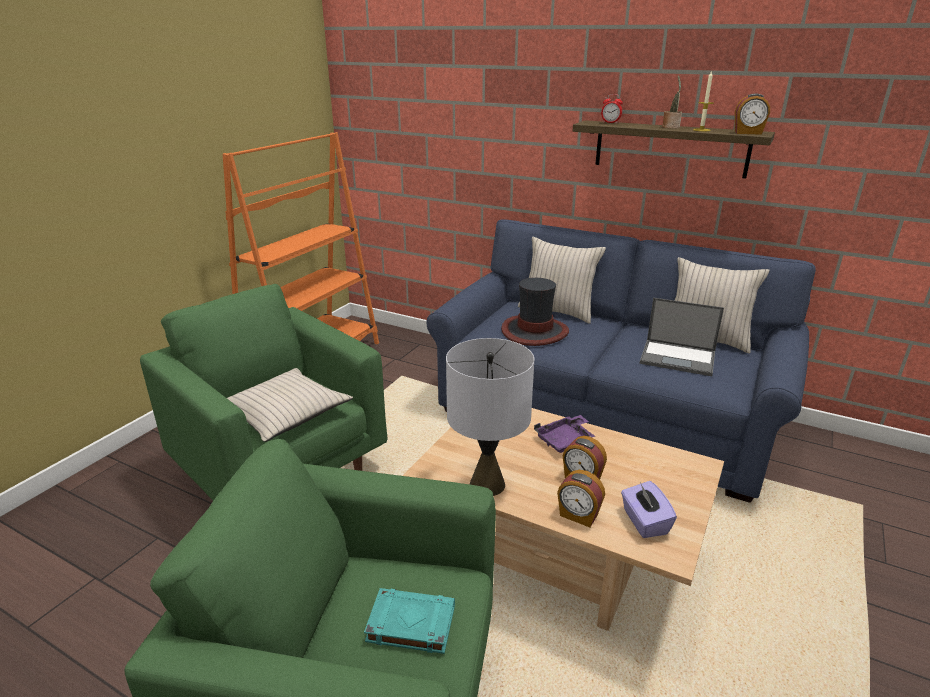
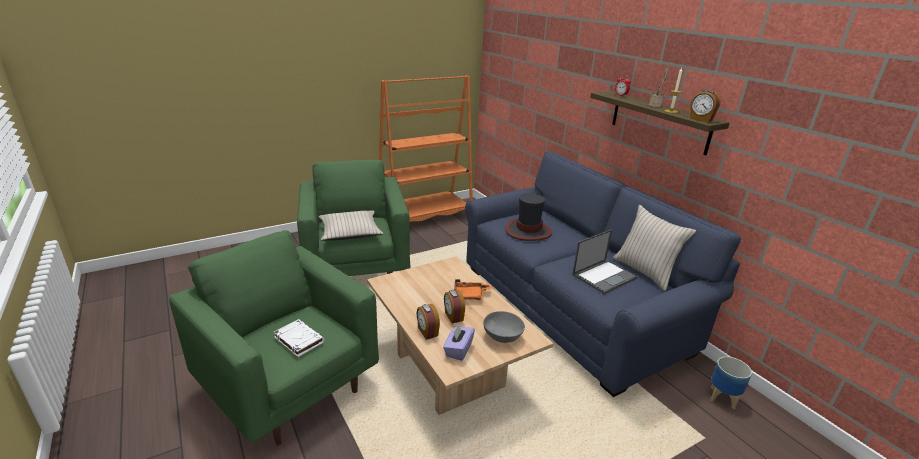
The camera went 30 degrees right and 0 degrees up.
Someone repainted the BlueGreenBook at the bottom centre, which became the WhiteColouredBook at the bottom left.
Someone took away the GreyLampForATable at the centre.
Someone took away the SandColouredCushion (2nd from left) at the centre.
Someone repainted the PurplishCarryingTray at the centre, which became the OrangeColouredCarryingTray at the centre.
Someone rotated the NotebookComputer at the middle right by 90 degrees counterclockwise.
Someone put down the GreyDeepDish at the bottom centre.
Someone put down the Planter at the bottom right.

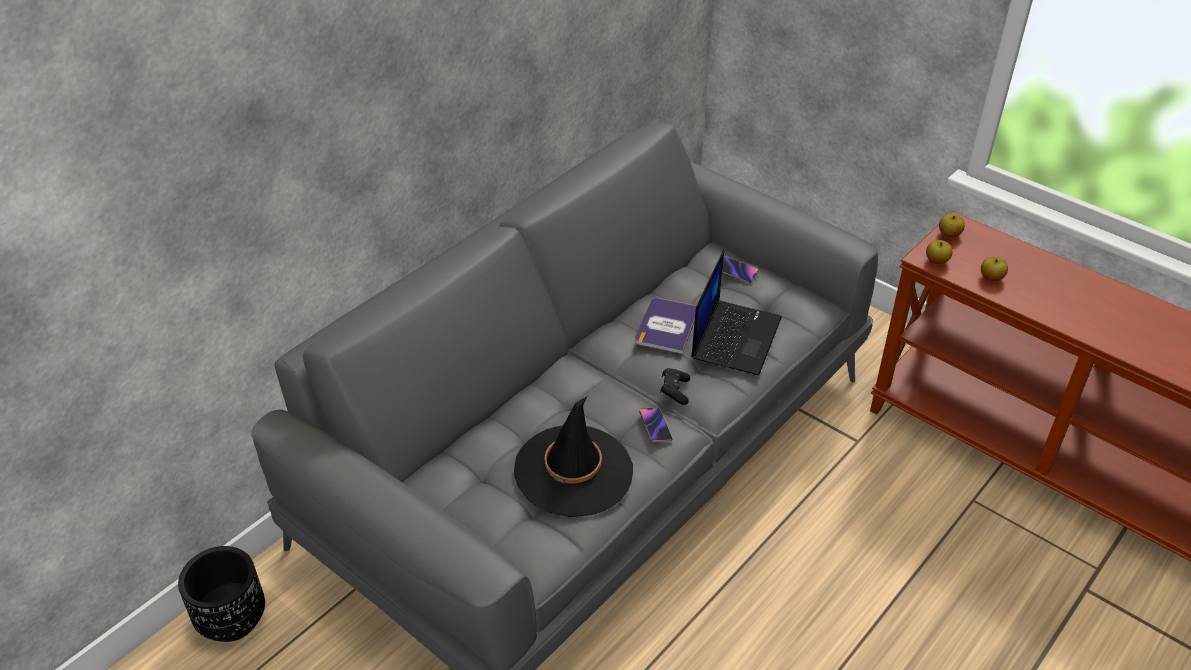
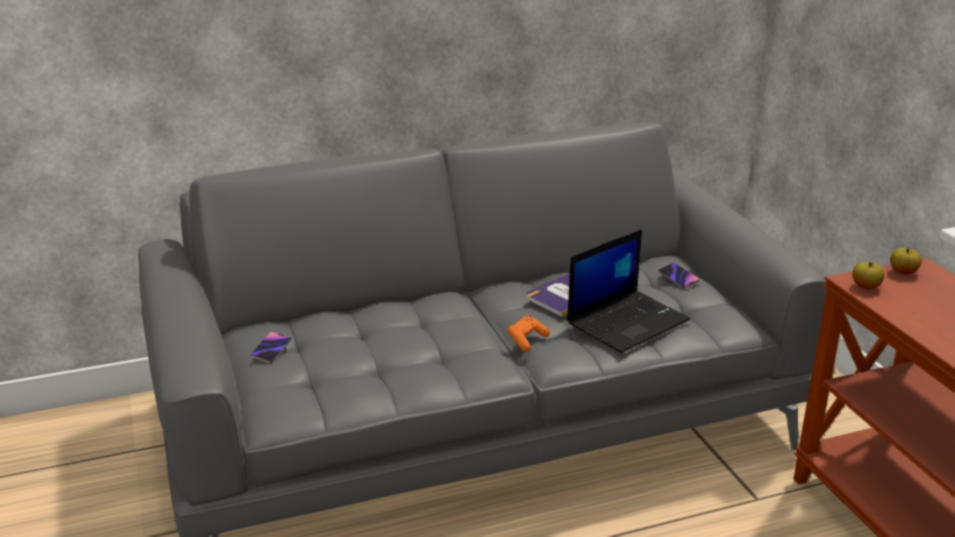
The camera went 30 degrees right and 15 degrees down.
Someone took away the BlackishPlanter at the bottom left.
Someone took away the BlackishHat at the bottom centre.
Someone carried the Telephone (1st from left) from the centre to the middle left.
Someone repainted the BlackishJoypad at the centre, which became the OrangeColouredJoypad at the centre.
Someone took away the Apple (3rd from left) at the middle right.

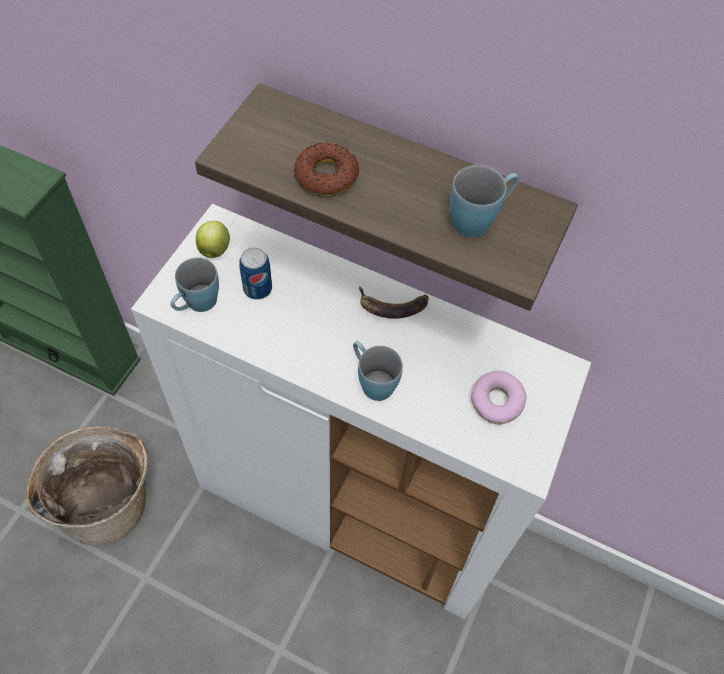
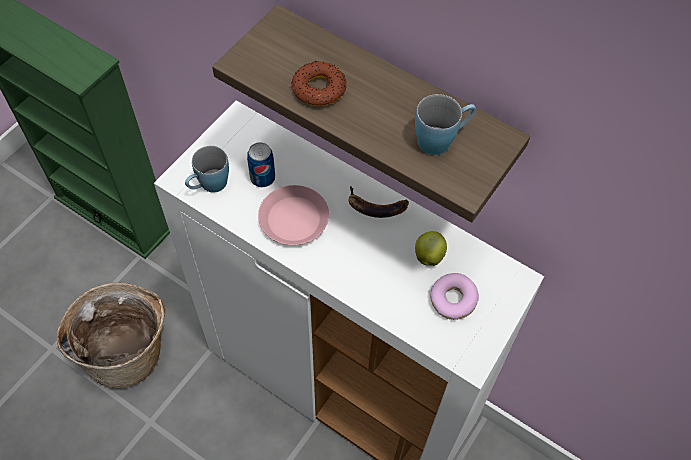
The camera went 10 degrees right and 0 degrees up.
Someone carried the Apple from the middle left to the centre.
Someone took away the BlueCoffeeMug (2nd from left) at the centre.
Someone put down the PinkFlatDish at the centre.

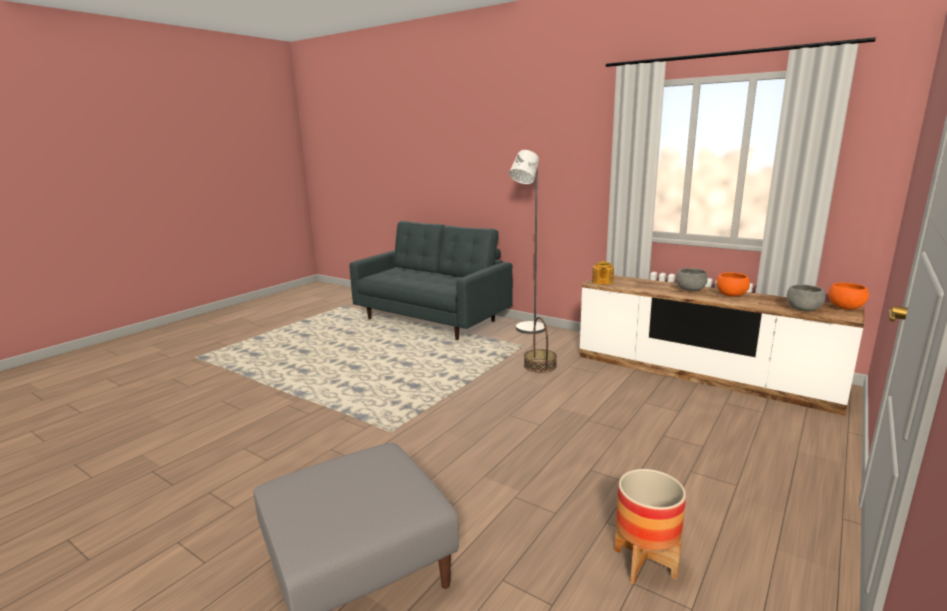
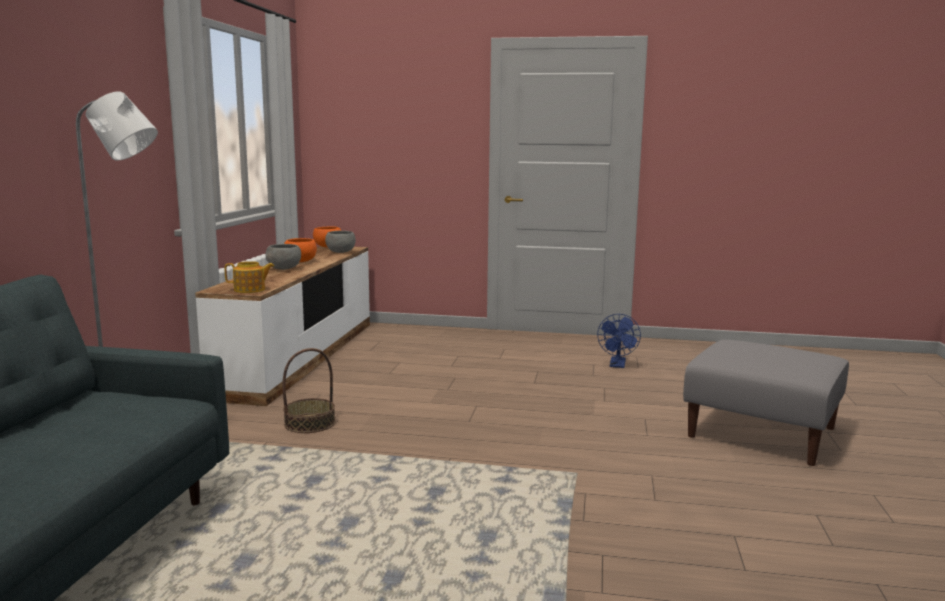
The camera went 115 degrees left and 5 degrees down.
Someone swapped the Planter at the bottom right for the BlueElectricFan at the centre.

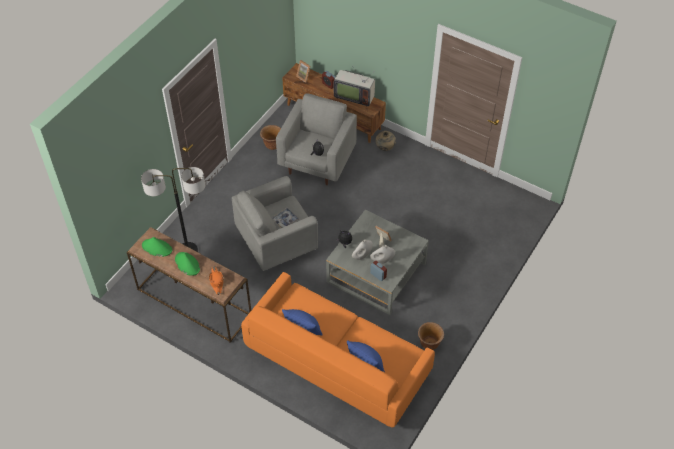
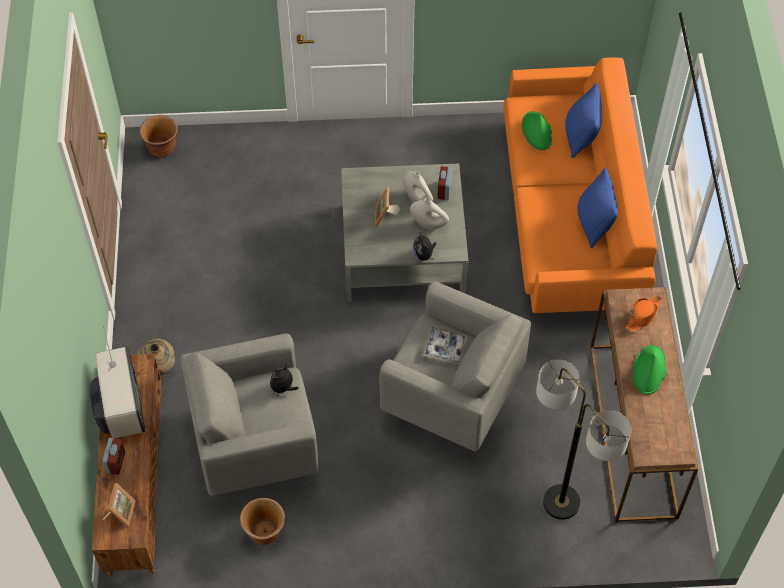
The camera went 125 degrees left and 5 degrees up.
Someone carried the GreenishHat (1st from left) from the middle left to the top right.
Someone carried the BrownPlanter (2nd from left in the first image) from the bottom centre to the top left.

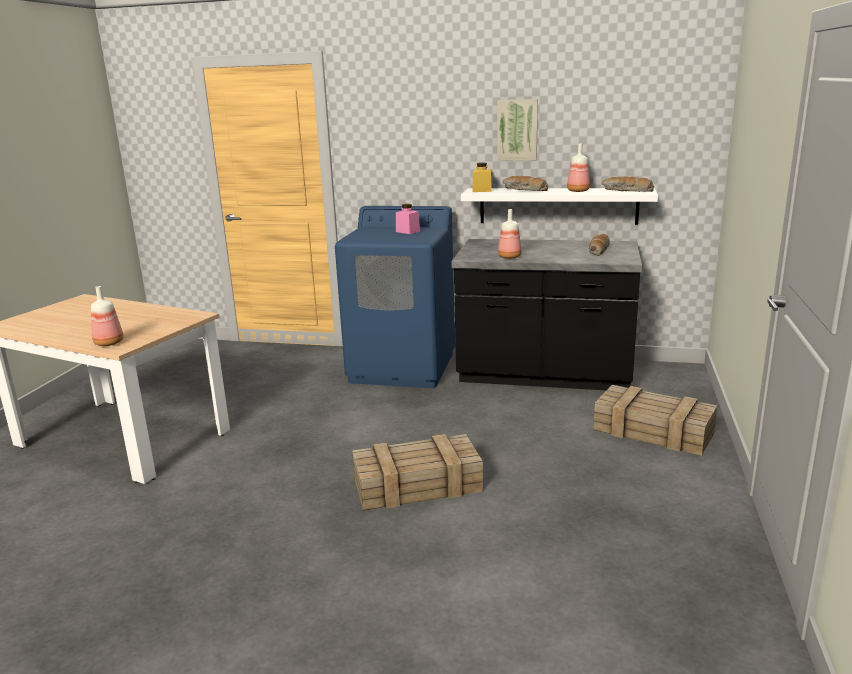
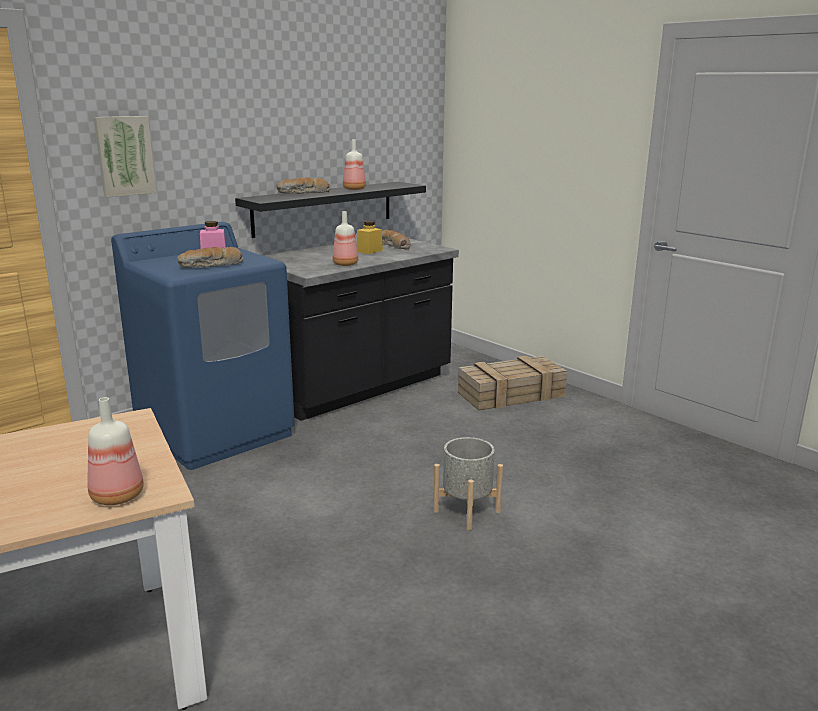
The camera went 55 degrees left and 0 degrees up.
Someone swapped the PackingCrate (1st from left) at the bottom centre for the GreyPlanter at the bottom centre.
Someone repainted the WhiteColouredBracketShelf at the top centre, which became the BlackishBracketShelf at the top centre.
Someone carried the YellowColouredPreserveJar from the top centre to the centre.
Someone carried the WallArt from the top centre to the top left.
Someone carried the Bread (3rd from left in the first image) from the top right to the middle left.

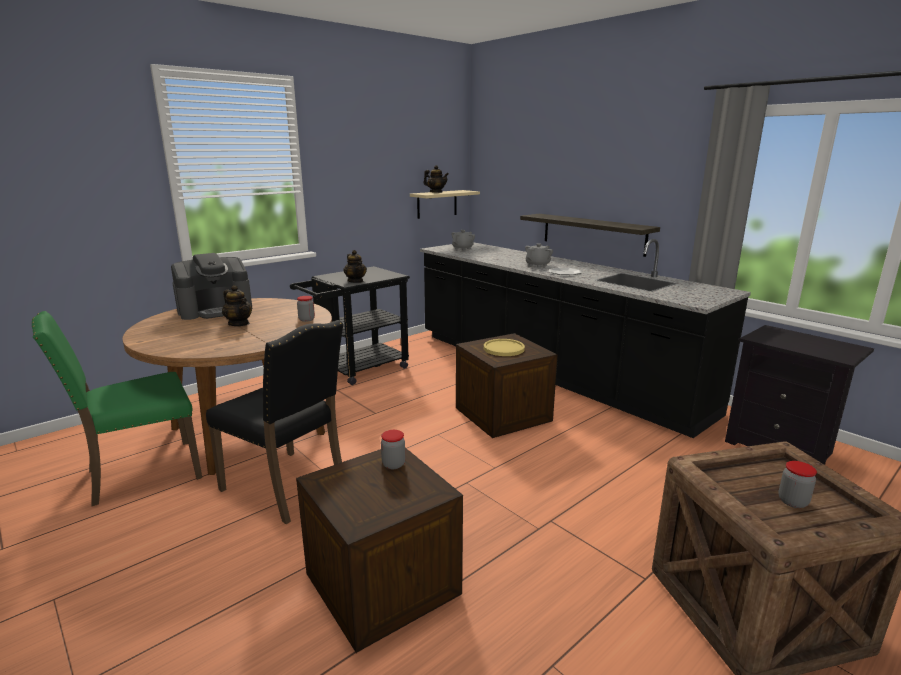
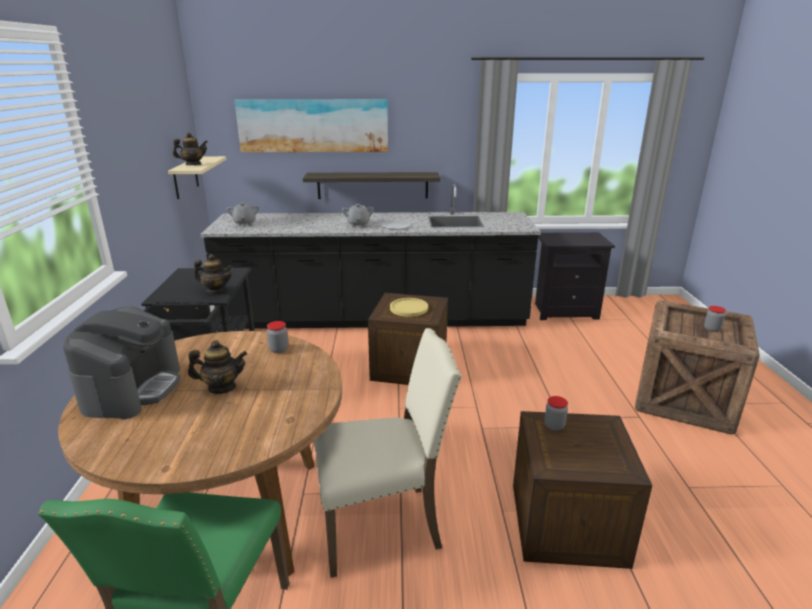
The camera went 50 degrees left and 5 degrees up.
Someone repainted the BlackishUprightChair at the middle left, which became the SandColouredUprightChair at the bottom centre.
Someone put up the WallArt at the top centre.

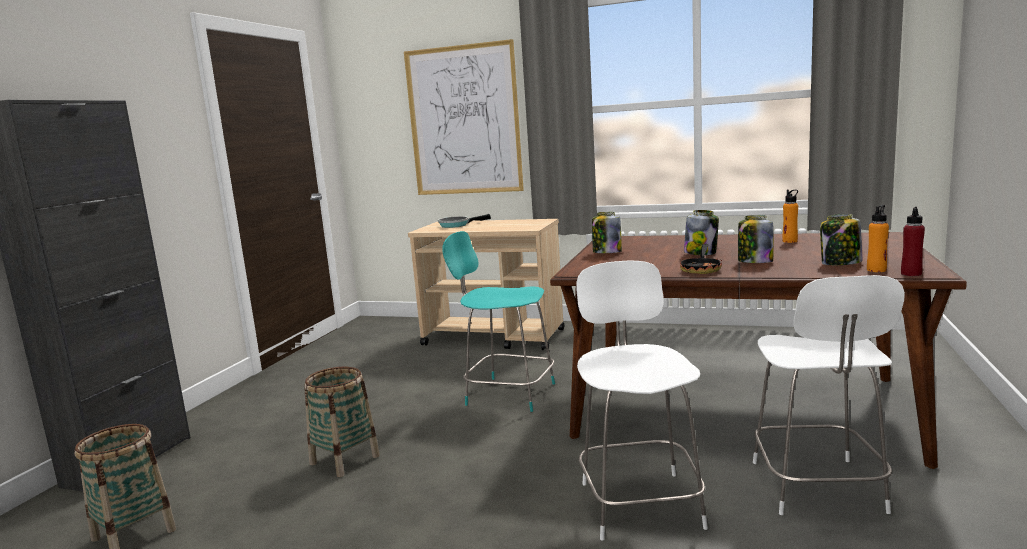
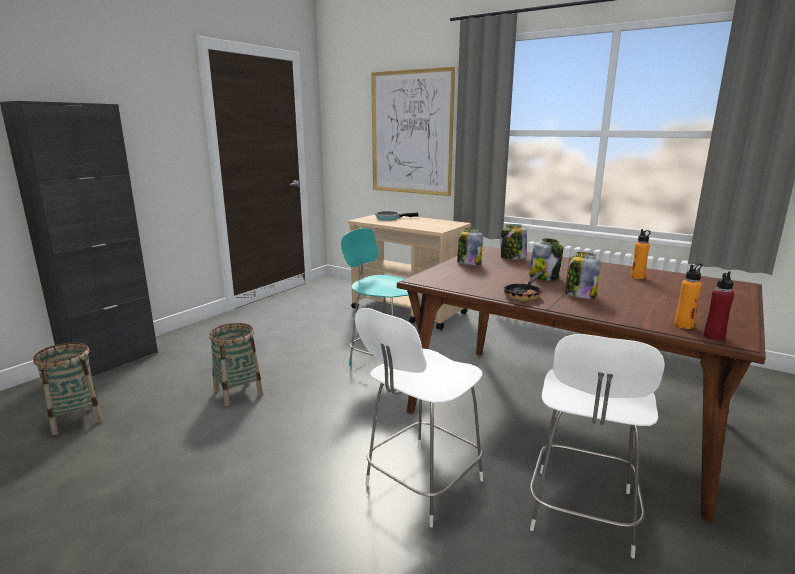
The camera went 15 degrees right and 5 degrees up.
Someone rotated the WhiteColouredUprightChair (1st from left) at the bottom centre by 150 degrees counterclockwise.
Someone carried the PreserveJar (4th from left in the first image) from the middle right to the centre.

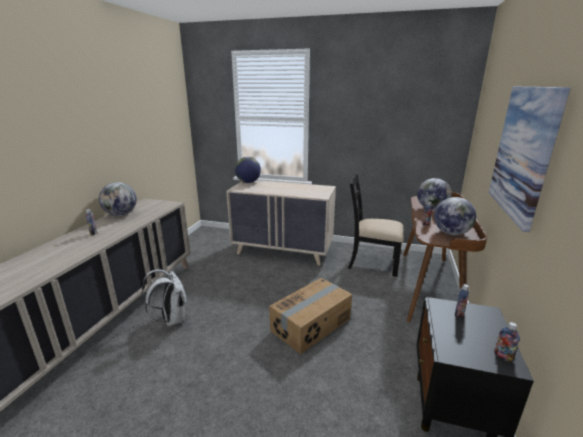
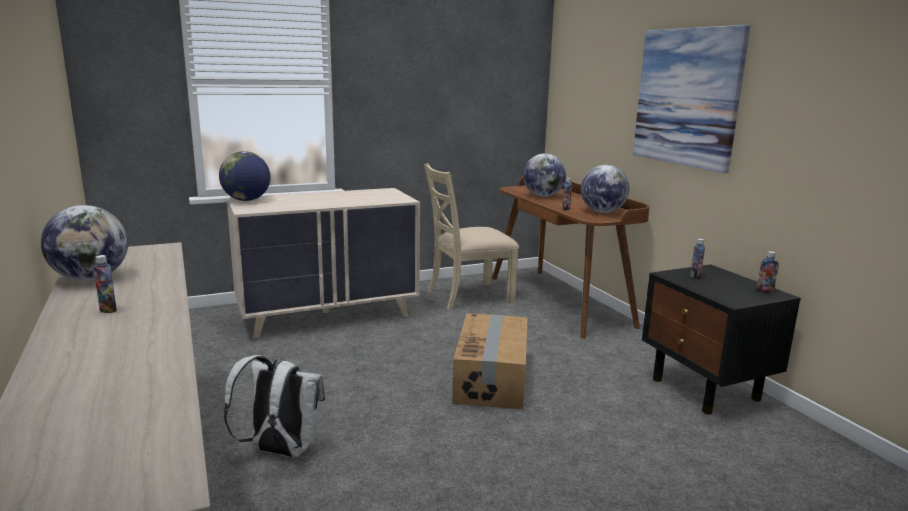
The camera went 40 degrees left and 5 degrees down.
Someone repainted the BlackishUprightChair at the centre, which became the SandColouredUprightChair at the centre.

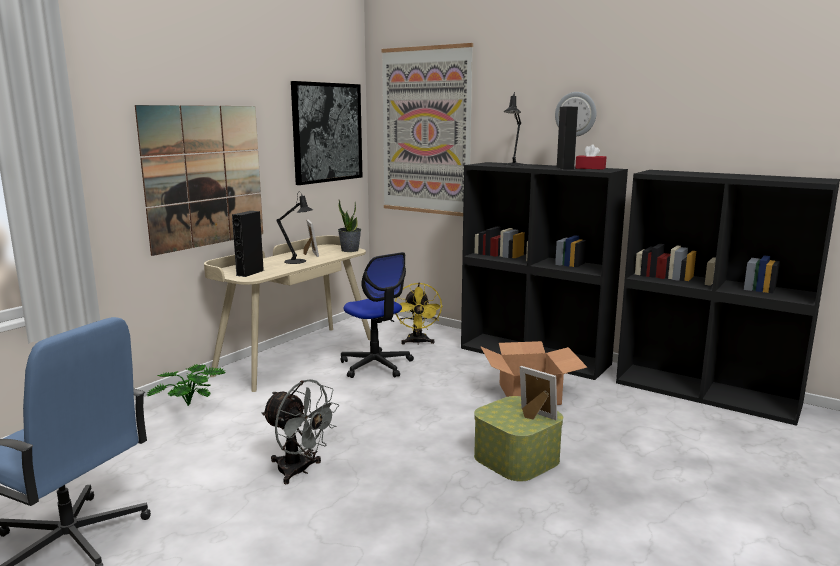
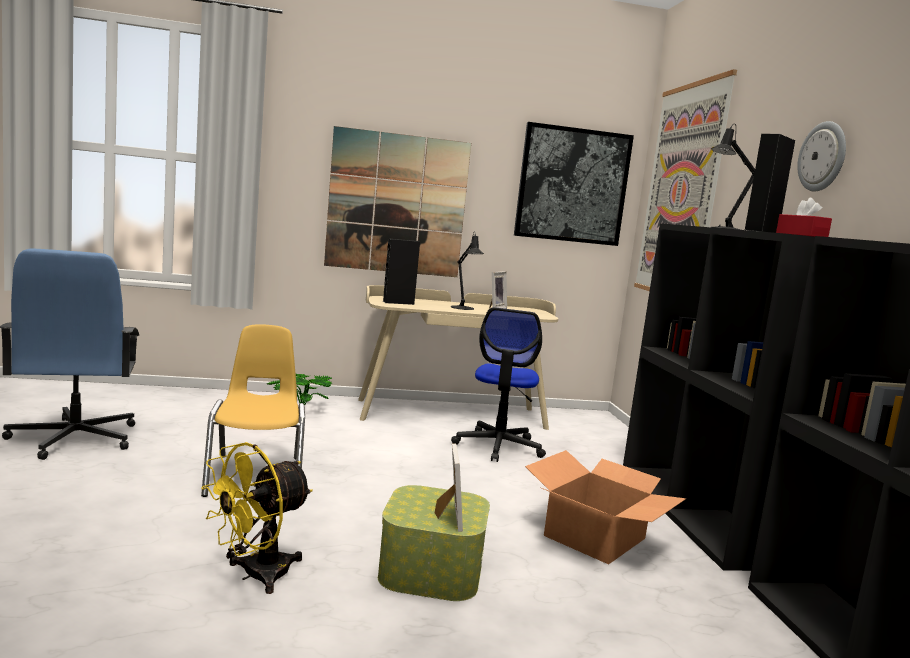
The camera went 45 degrees right and 5 degrees down.
Someone swapped the GreyElectricFan at the bottom centre for the YellowColouredUprightChair at the middle left.
Someone took away the Houseplant (2nd from left) at the centre.
Someone carried the YellowColouredElectricFan from the centre to the bottom left.

